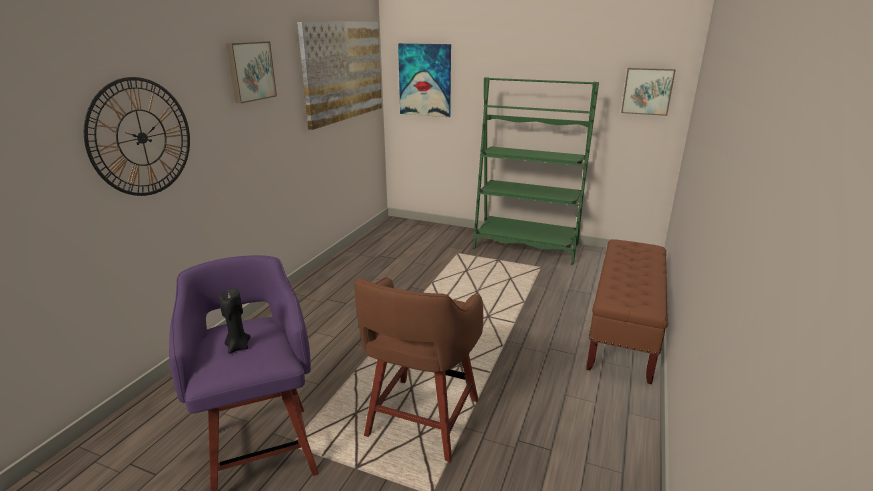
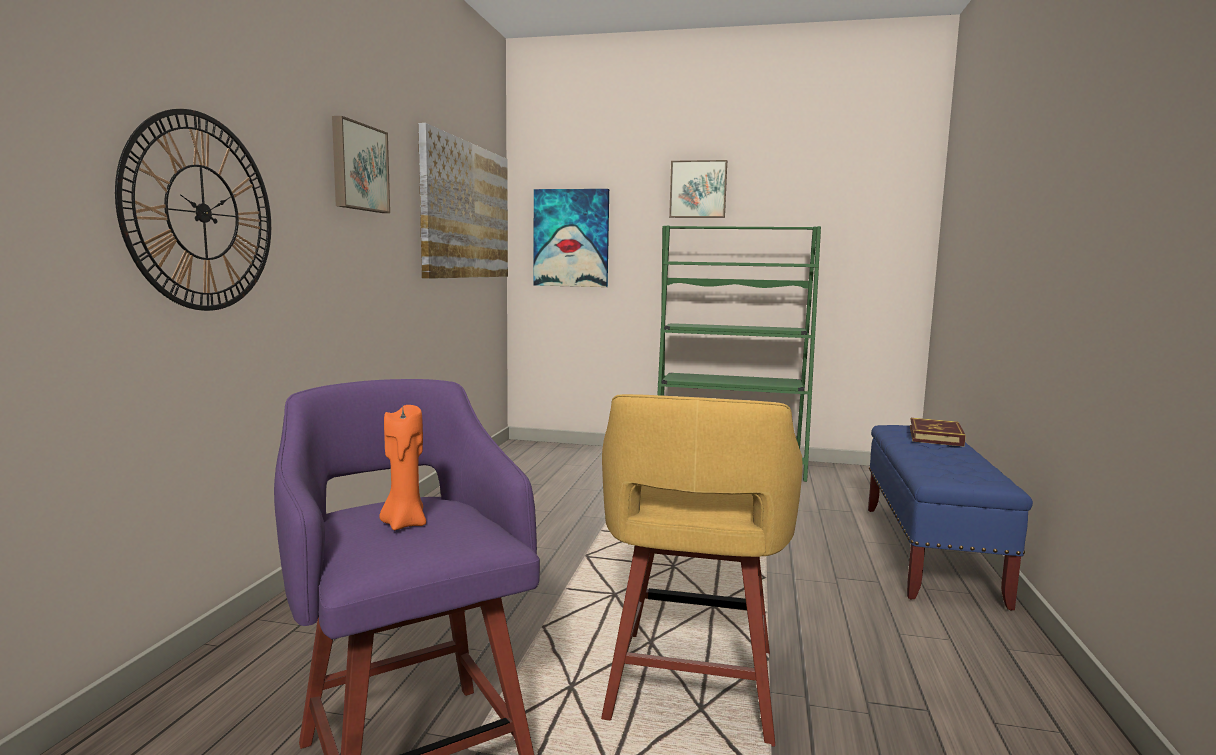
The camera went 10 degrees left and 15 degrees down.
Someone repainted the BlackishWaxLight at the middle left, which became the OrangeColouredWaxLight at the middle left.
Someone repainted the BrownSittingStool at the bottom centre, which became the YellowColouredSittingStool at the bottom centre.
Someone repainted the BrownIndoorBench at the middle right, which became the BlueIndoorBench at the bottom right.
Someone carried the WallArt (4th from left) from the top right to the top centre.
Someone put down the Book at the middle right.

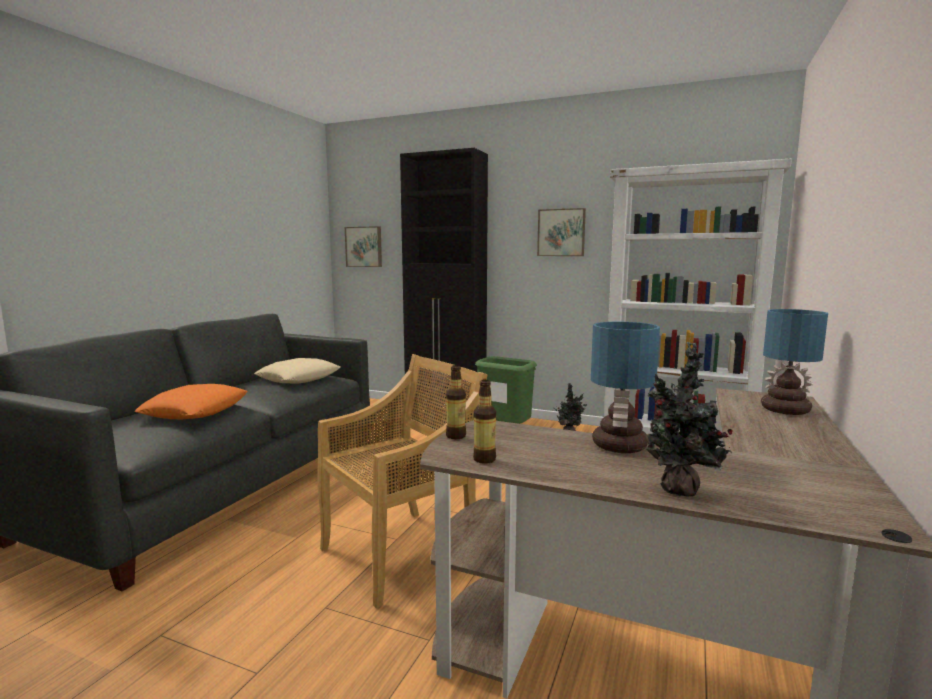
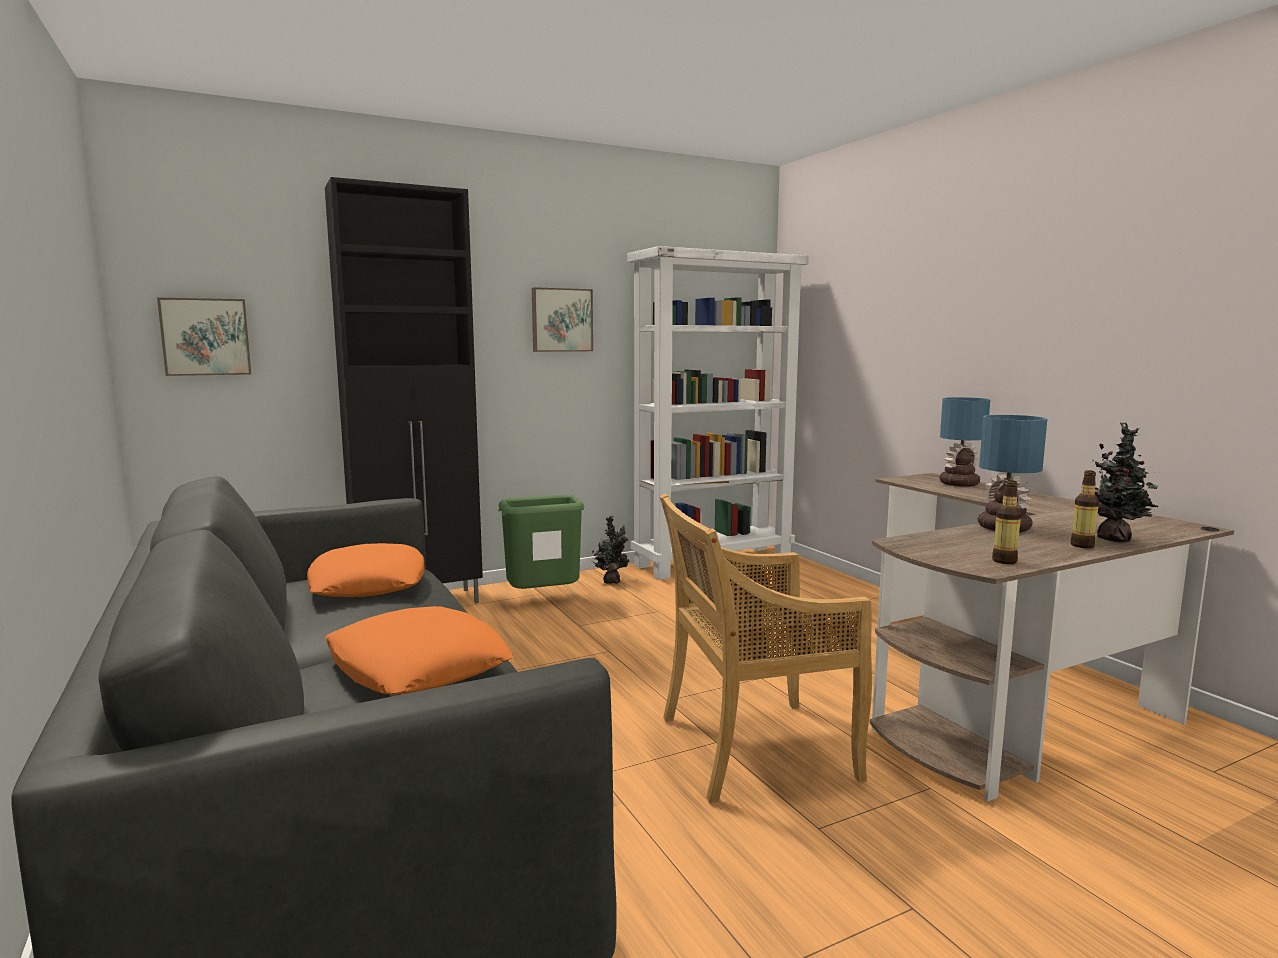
The camera went 50 degrees left and 0 degrees up.
Someone repainted the SandColouredCushion at the middle left, which became the OrangeColouredCushion (1st from left) at the middle left.
Someone rotated the SandColouredUprightChair at the bottom centre by 105 degrees counterclockwise.
Someone carried the DrinkBottle (1st from left in the first image) from the centre to the middle right.

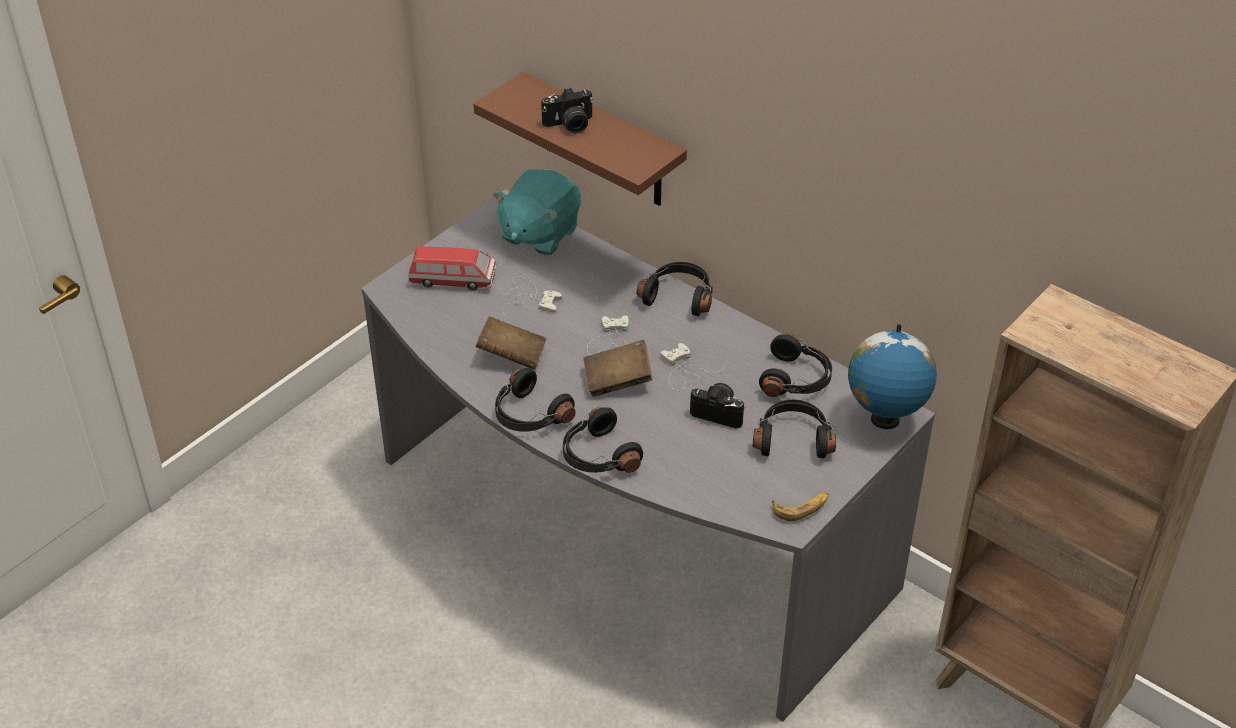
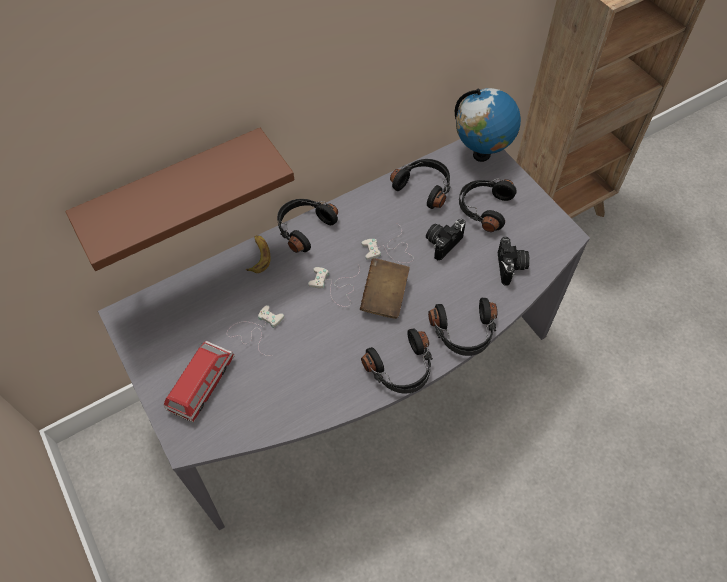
The camera went 70 degrees left and 15 degrees up.
Someone took away the BrownBook (1st from left) at the centre.
Someone took away the BlueGreenCuddlyToy at the top centre.
Someone carried the StillCamera (1st from left in the first image) from the top centre to the middle right.
Someone carried the Banana from the bottom centre to the centre.

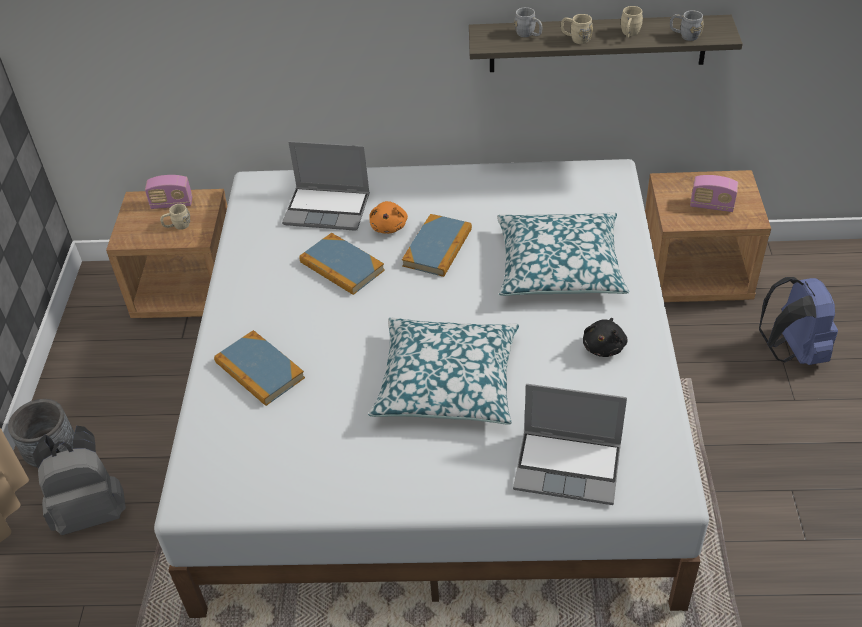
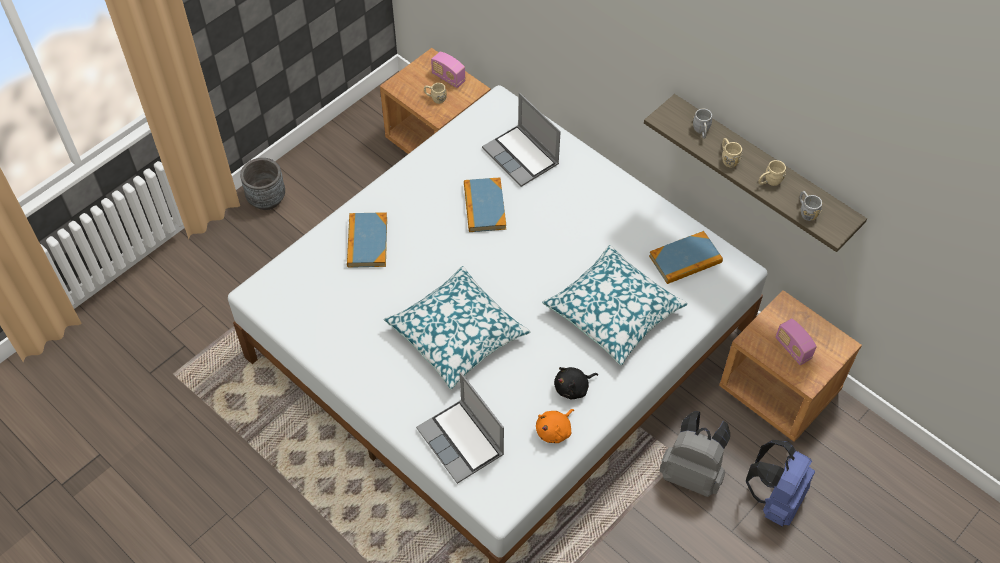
The camera went 40 degrees right and 10 degrees up.
Someone carried the GreyKnapsack from the bottom left to the bottom right.
Someone carried the OrangeColouredCuddlyToy from the centre to the bottom centre.
Someone carried the Book (3rd from left) from the centre to the middle right.

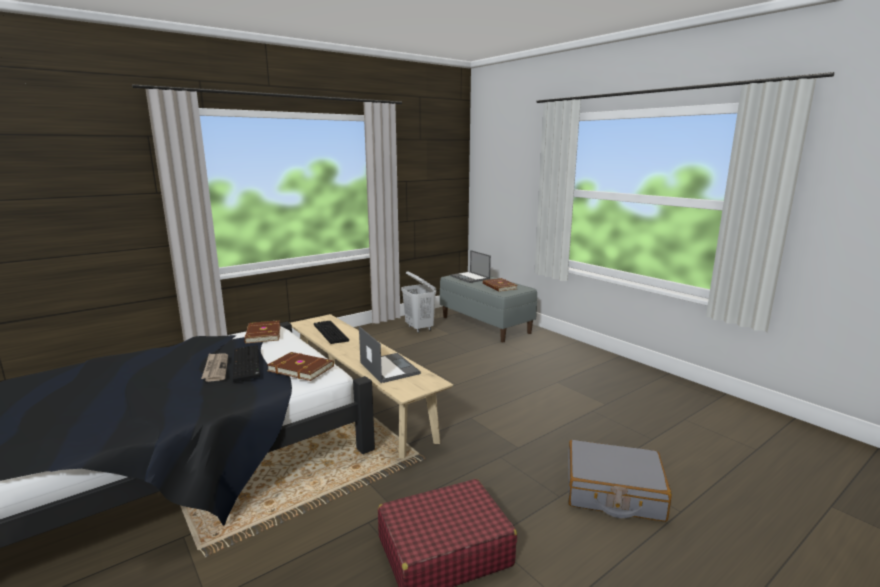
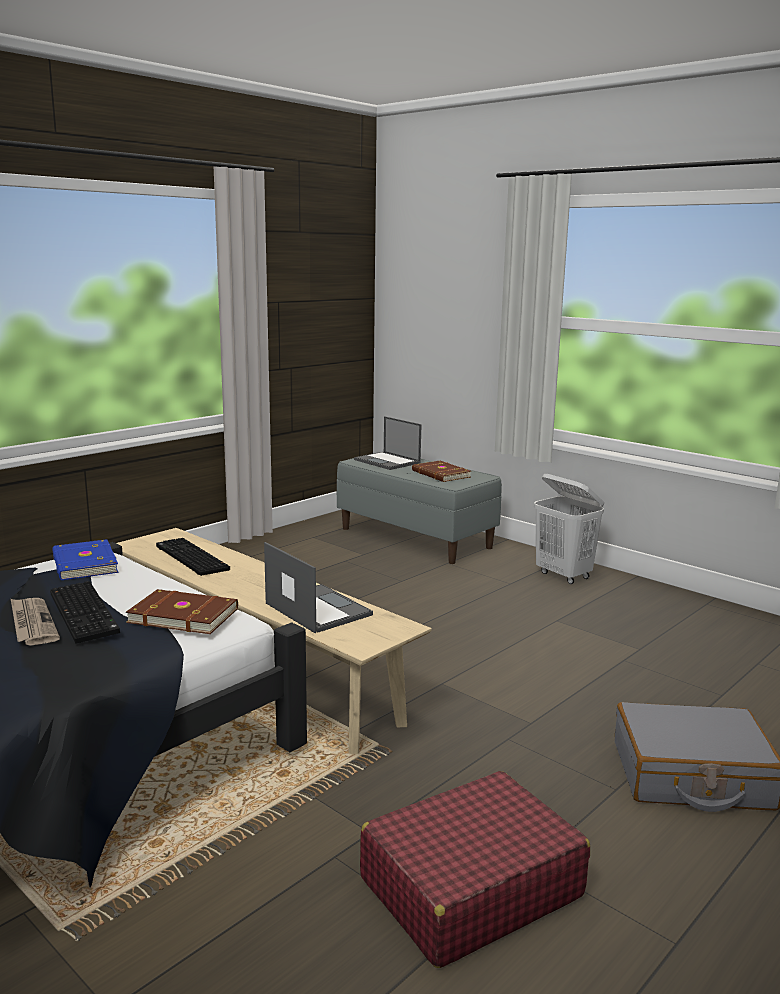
The camera went 10 degrees left and 0 degrees up.
Someone repainted the BrownBook (1st from left) at the middle left, which became the BlueBook at the middle left.
Someone carried the WhiteColouredWashingBasket from the centre to the middle right.

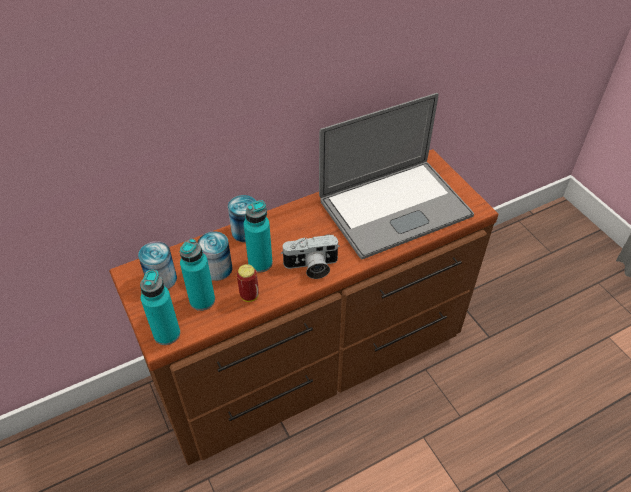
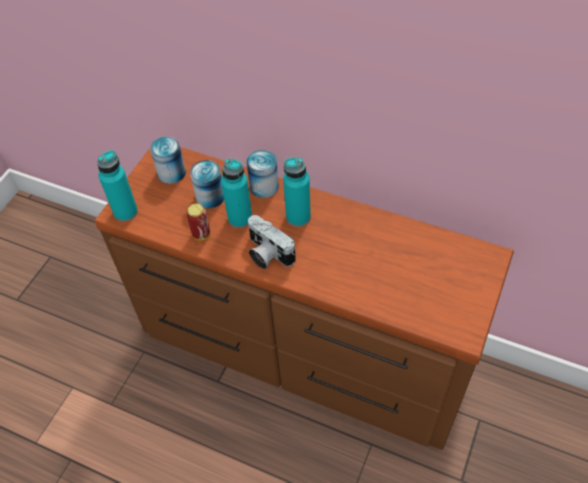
The camera went 55 degrees right and 5 degrees up.
Someone carried the BlueGreenDrinkBottle (2nd from left in the first image) from the middle left to the centre.
Someone took away the NotebookComputer at the centre.

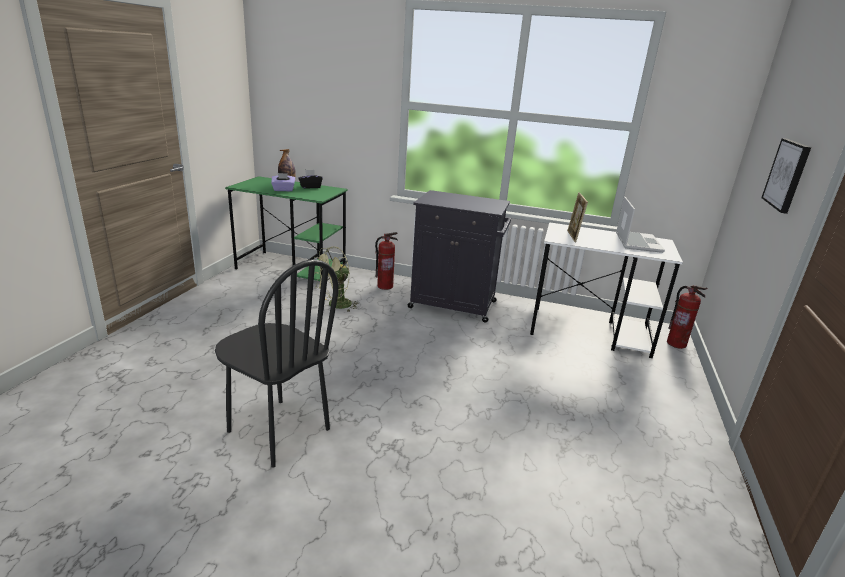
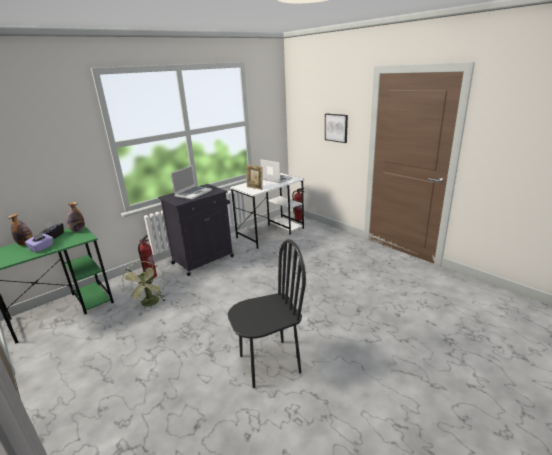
The camera went 55 degrees left and 0 degrees up.
Someone put down the DrinkBottle (2nd from left) at the middle left.
Someone put down the NotebookComputer (1st from left) at the centre.

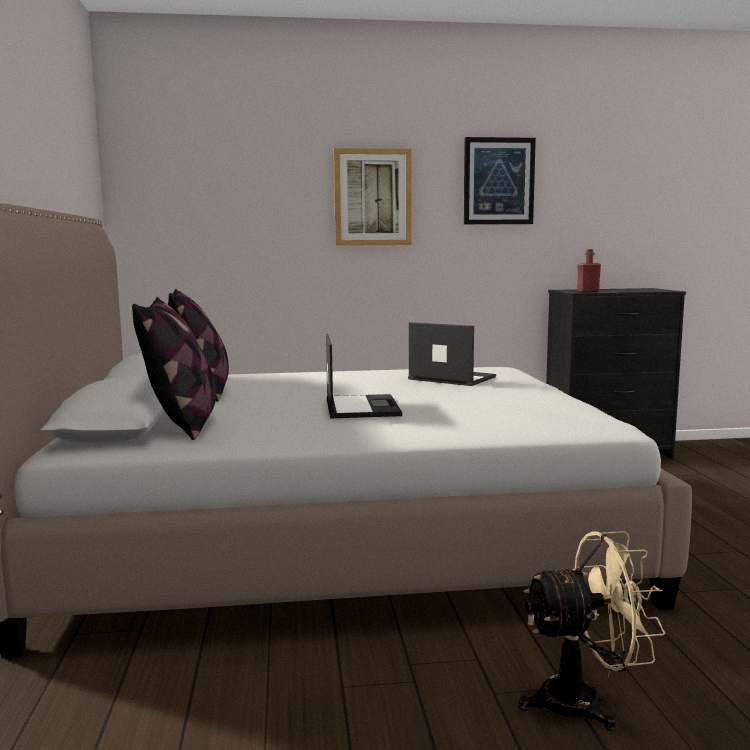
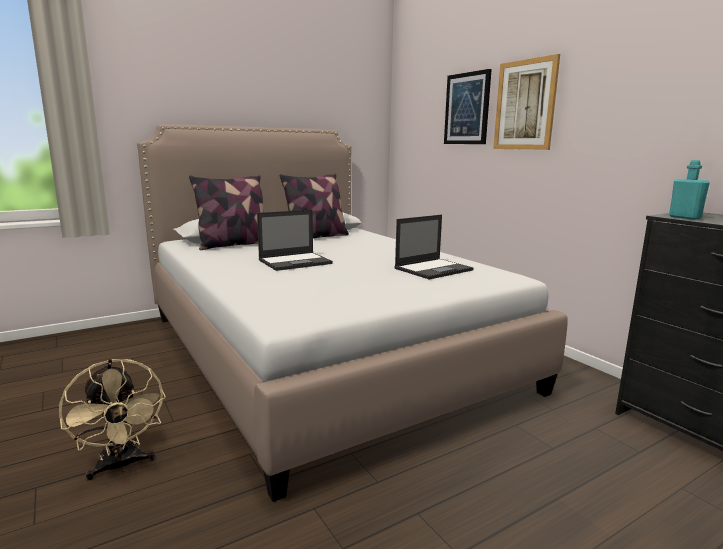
The camera went 65 degrees right and 5 degrees up.
Someone rotated the NotebookComputer (2nd from left) at the centre by 45 degrees clockwise.
Someone carried the WallArt (2nd from left in the first image) from the top right to the top centre.
Someone repainted the RedColouredDrinkBottle at the middle right, which became the BlueGreenDrinkBottle at the middle right.

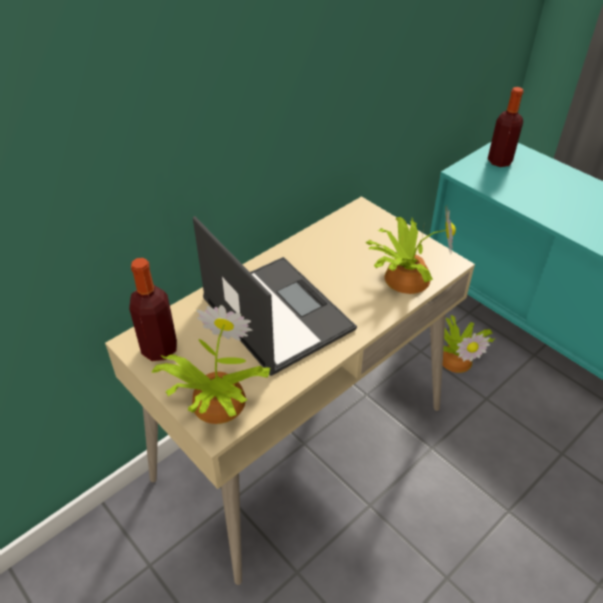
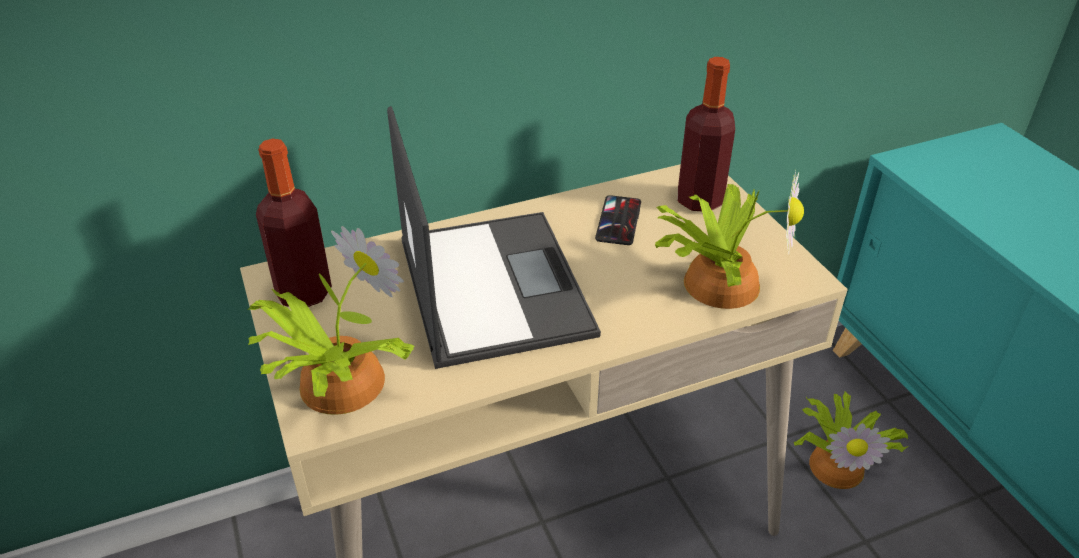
The camera went 20 degrees right and 5 degrees down.
Someone carried the DrinkBottle (2nd from left) from the top right to the top centre.
Someone put down the Telephone at the centre.

